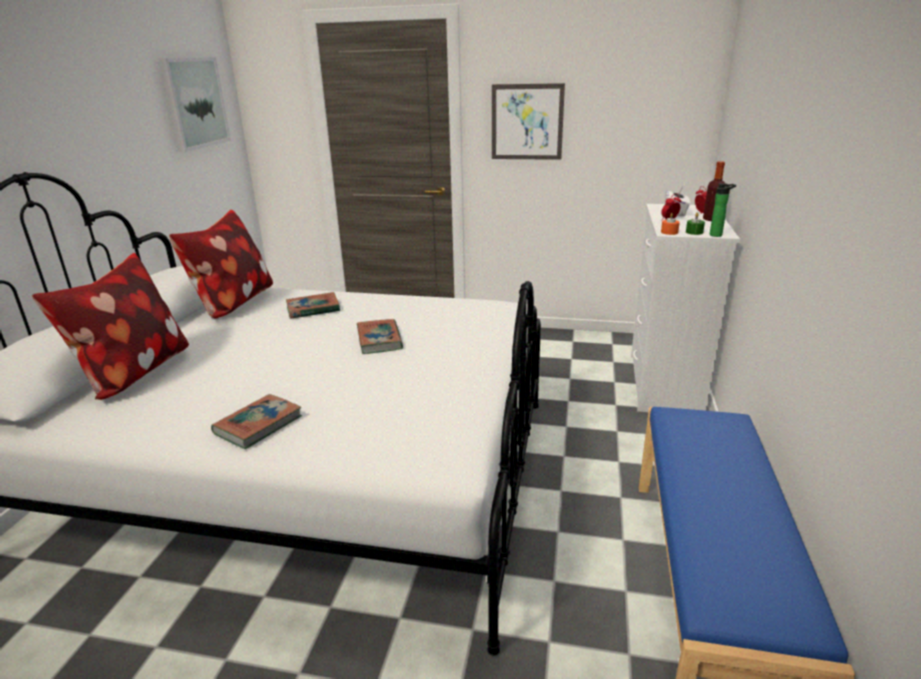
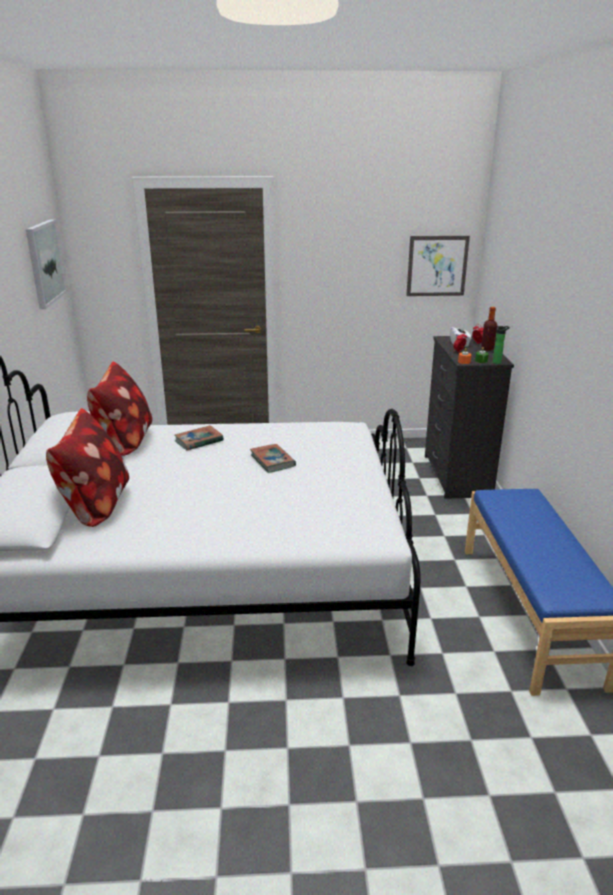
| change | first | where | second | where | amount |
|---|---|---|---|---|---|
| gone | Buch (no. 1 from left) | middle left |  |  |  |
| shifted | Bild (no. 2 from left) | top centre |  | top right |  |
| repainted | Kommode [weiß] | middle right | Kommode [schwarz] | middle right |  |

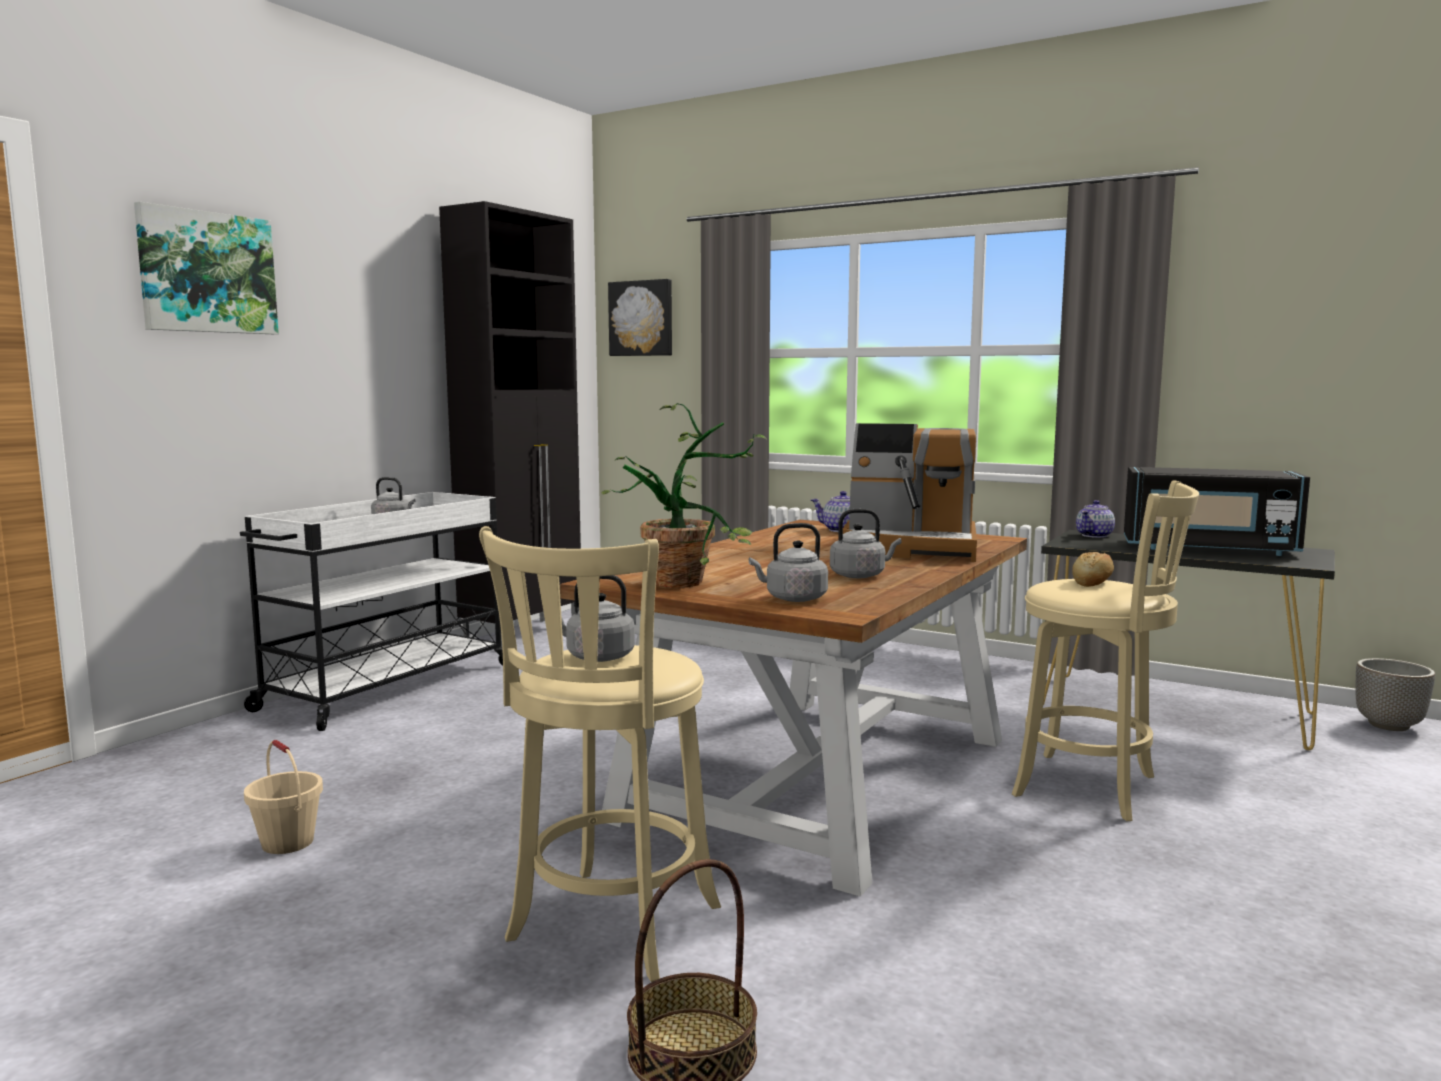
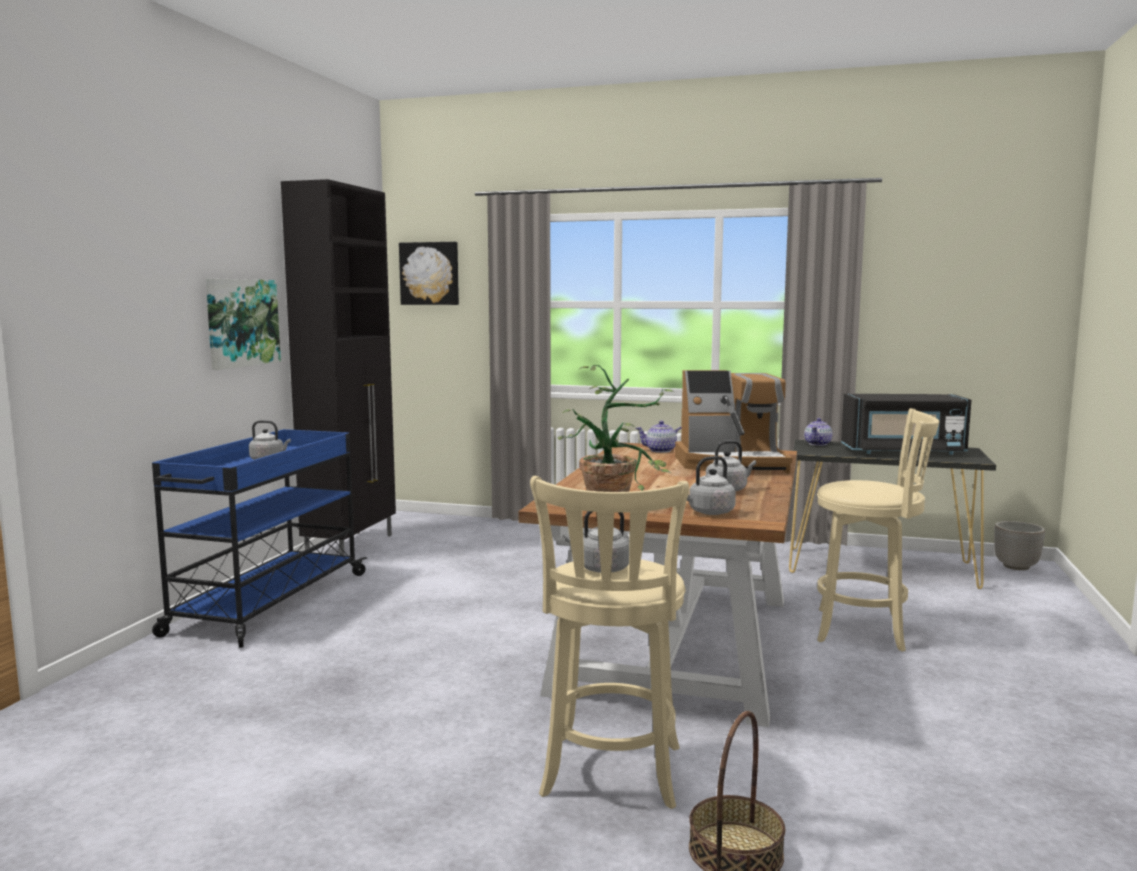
| change | first | where | second | where | amount |
|---|---|---|---|---|---|
| shifted | Bild (no. 1 from left) | top left |  | middle left |  |
| repainted | Rollwagen [weiß] | middle left | Rollwagen [blau] | middle left |  |
| gone | Eimer [beige] | bottom left |  |  |  |
| gone | Brot | middle right |  |  |  |

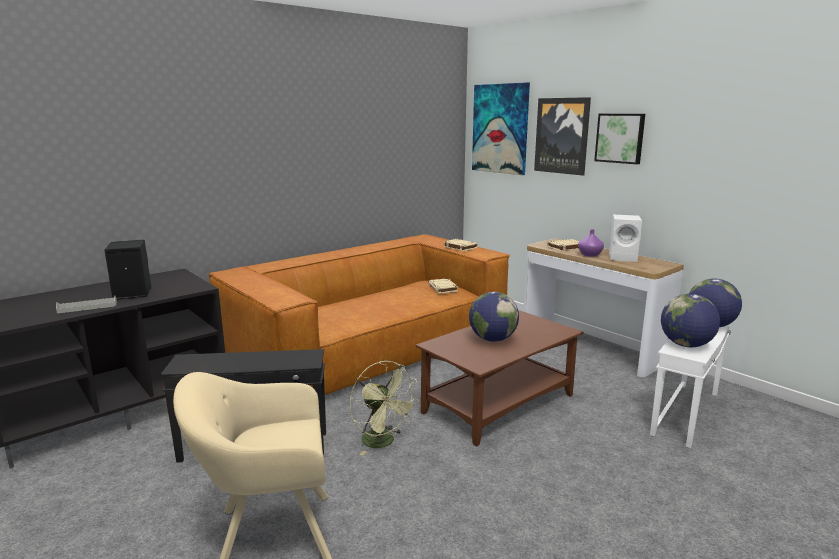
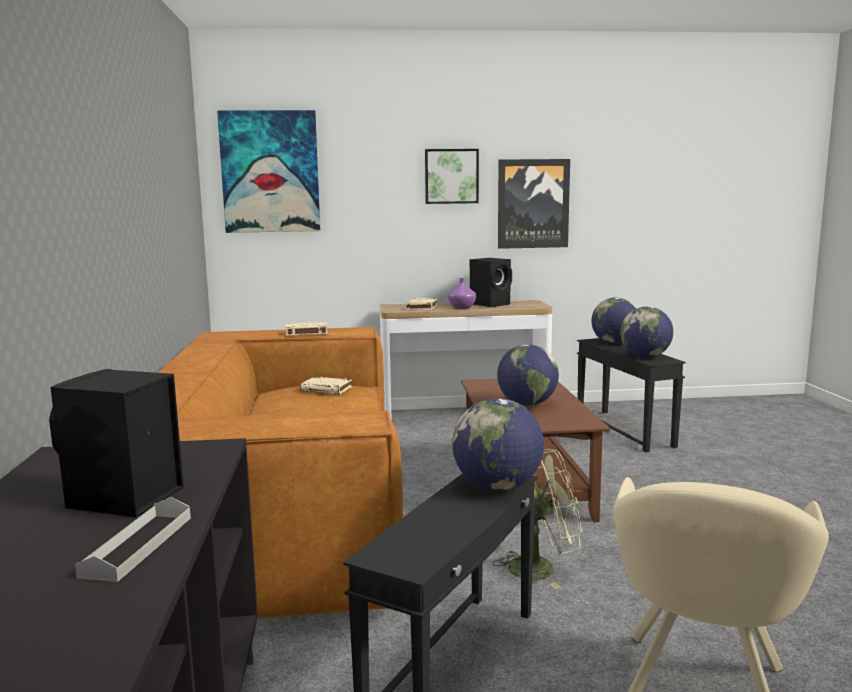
| change | first | where | second | where | amount |
|---|---|---|---|---|---|
| shifted | Bild (no. 2 from left in the first image) | top right | Bild (no. 3 from left) | top centre |  |
| repainted | Lautsprecher [weiß] | middle right | Lautsprecher [schwarz] (no. 2 from left) | centre |  |
| repainted | Beistelltisch [weiß] | bottom right | Beistelltisch [schwarz] (no. 2 from left) | middle right |  |
| new |  |  | Globus (no. 1 from left) | centre |  |

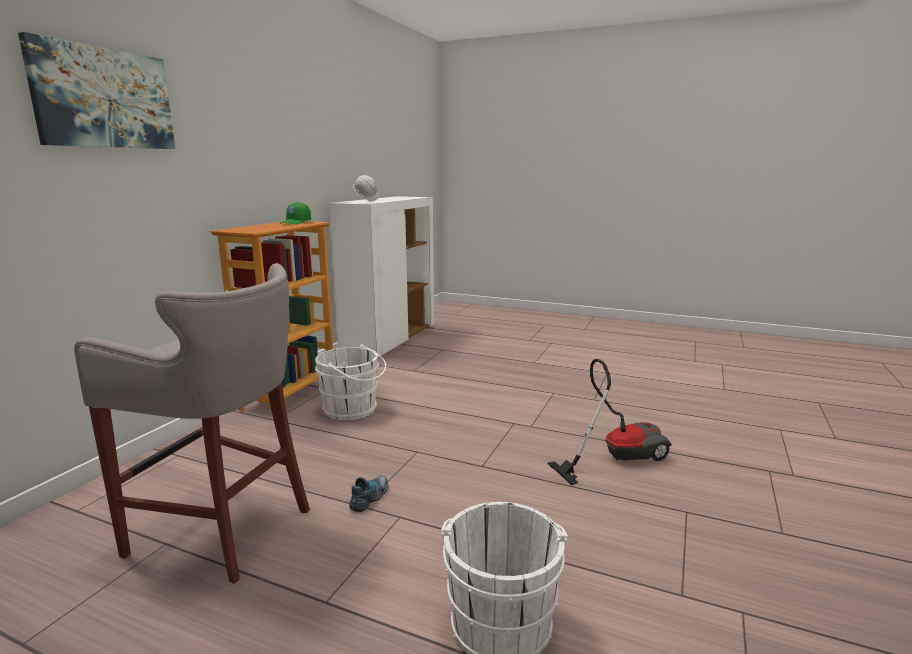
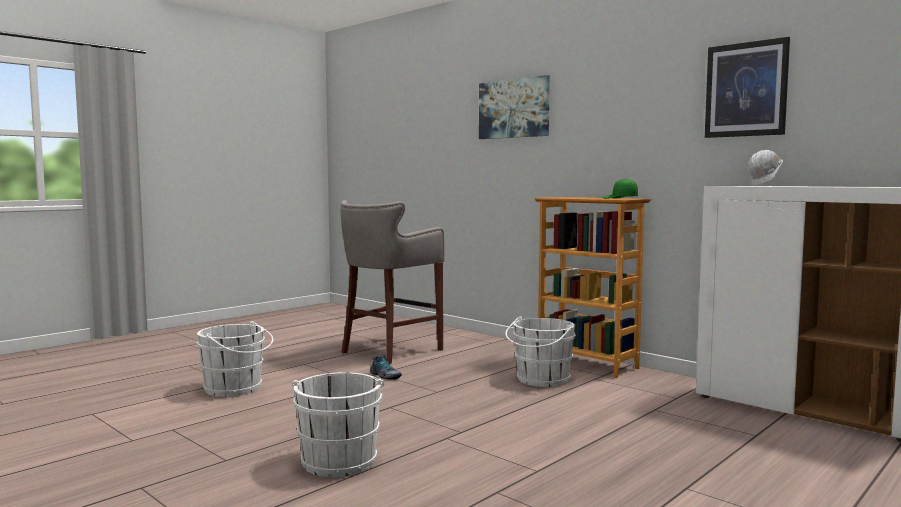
| change | first | where | second | where | amount |
|---|---|---|---|---|---|
| swapped | Staubsauger | middle right | Eimer [weiß] (no. 2 from left) | bottom centre |  |
| new |  |  | Bild (no. 2 from left) | top right |  |

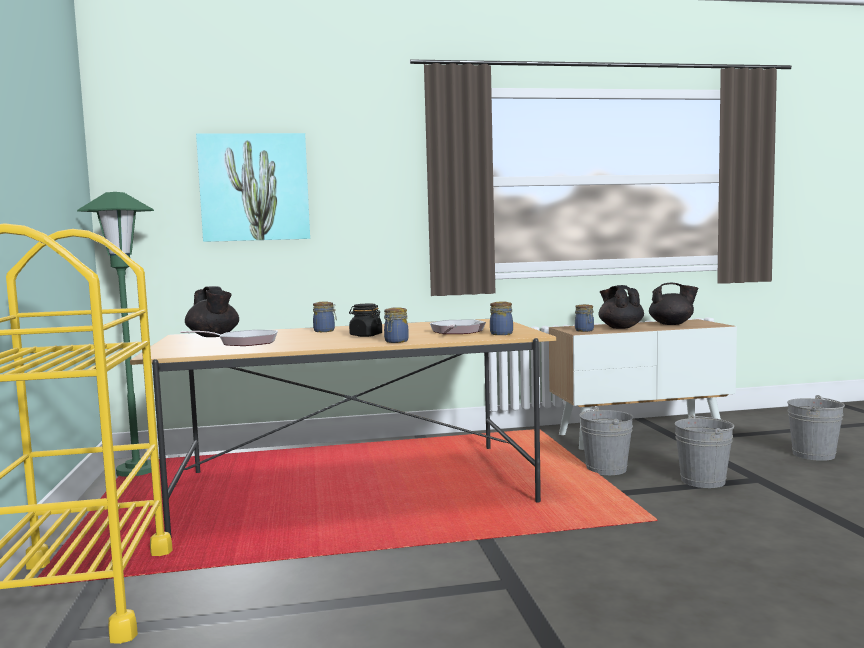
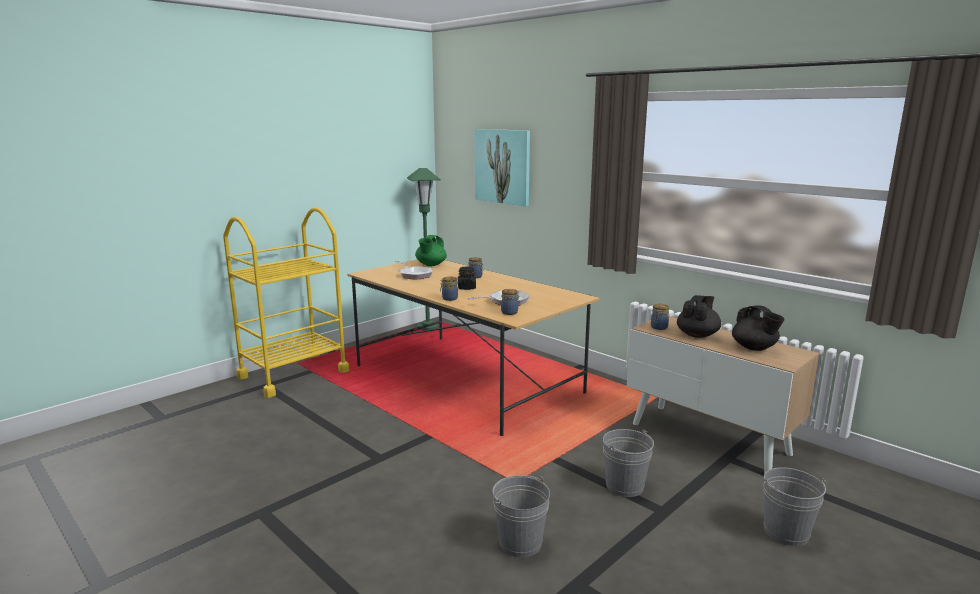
| change | first | where | second | where | amount |
|---|---|---|---|---|---|
| repainted | Teekanne [schwarz] (no. 1 from left) | middle left | Teekanne [grün] | centre |  |
| shifted | Eimer [grau] (no. 1 from left) | bottom right |  | bottom centre |  |

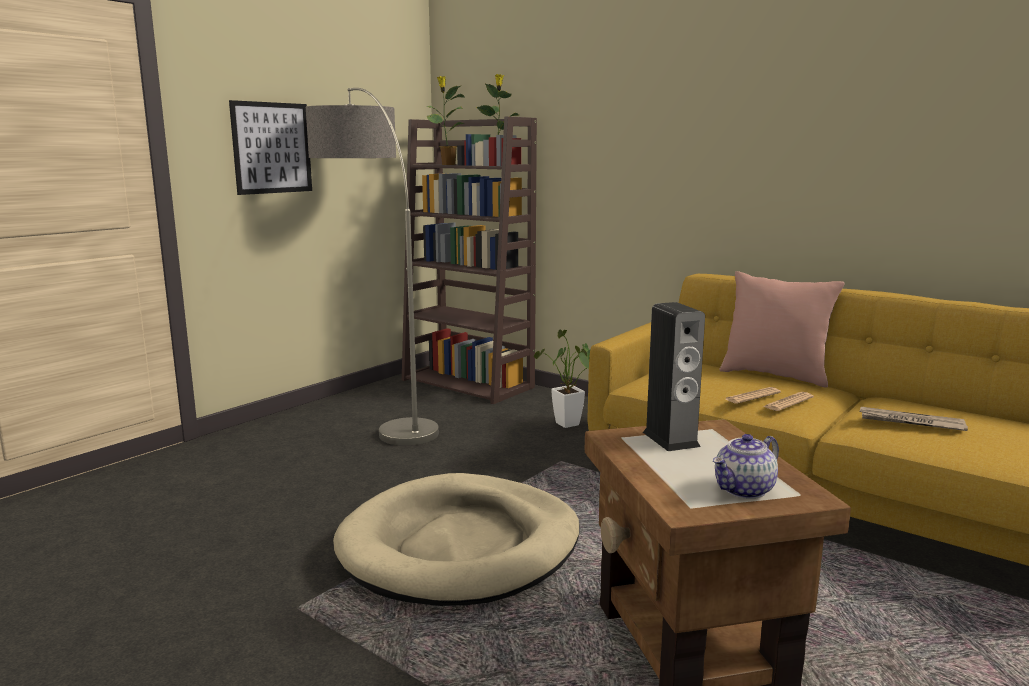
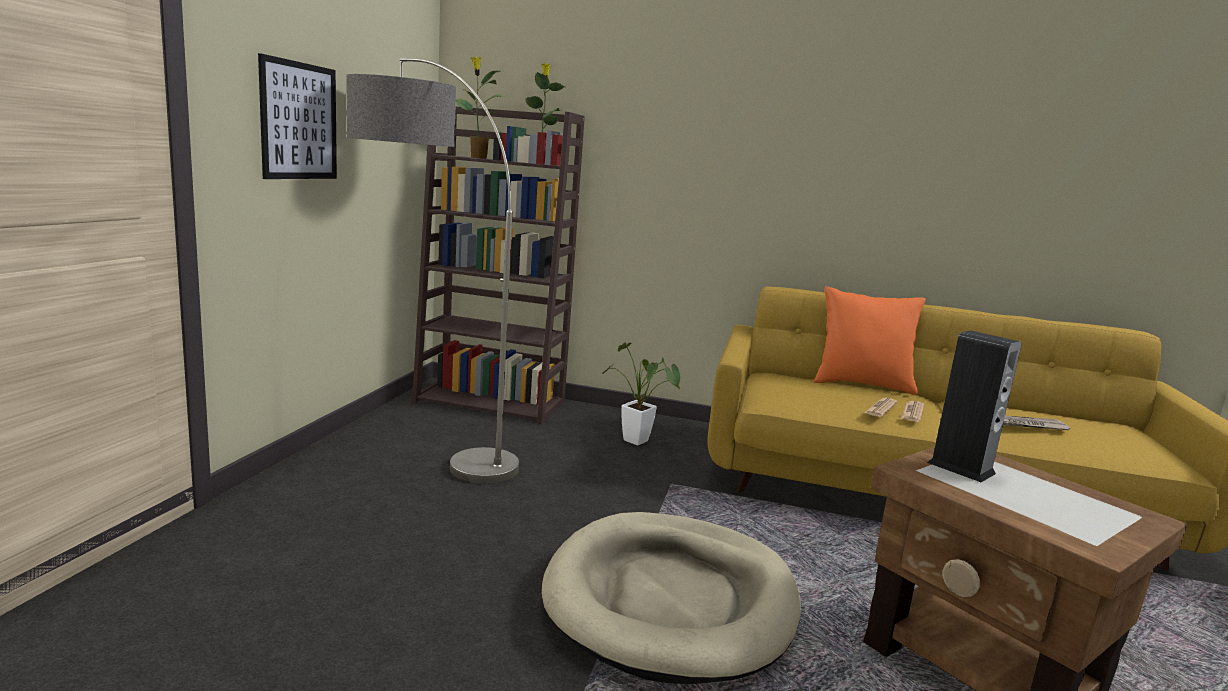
| change | first | where | second | where | amount |
|---|---|---|---|---|---|
| gone | Teekanne | bottom right |  |  |  |
| repainted | Kissen [rosa] | middle right | Kissen [orange] | middle right |  |

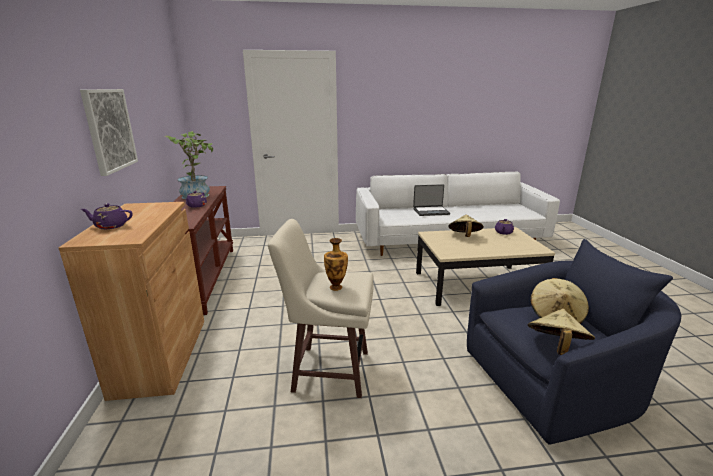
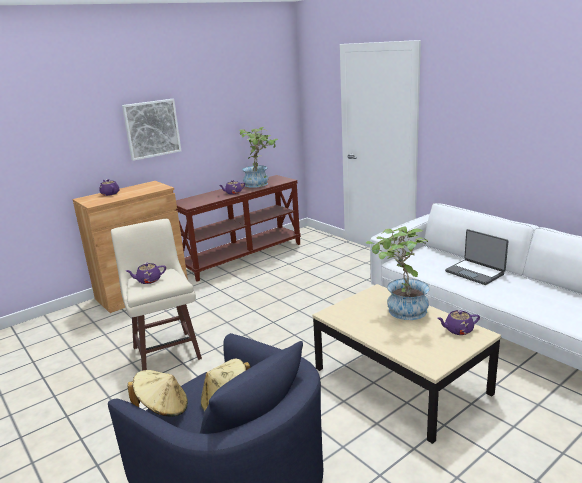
| change | first | where | second | where | amount |
|---|---|---|---|---|---|
| swapped | Vase | centre | Teekanne [lila] (no. 2 from left) | middle left |  |
| swapped | Hut [beige] (no. 1 from left) | centre | Topfpflanze (no. 2 from left) | middle right |  |

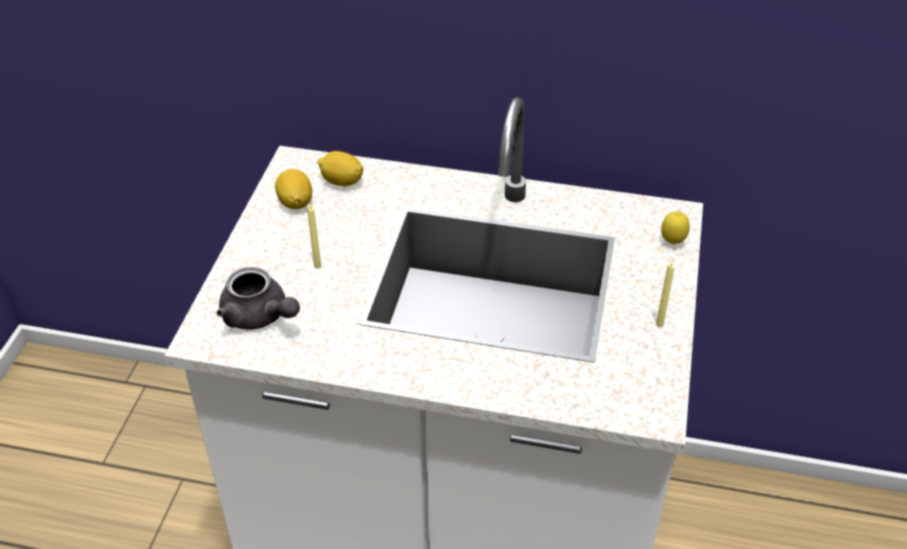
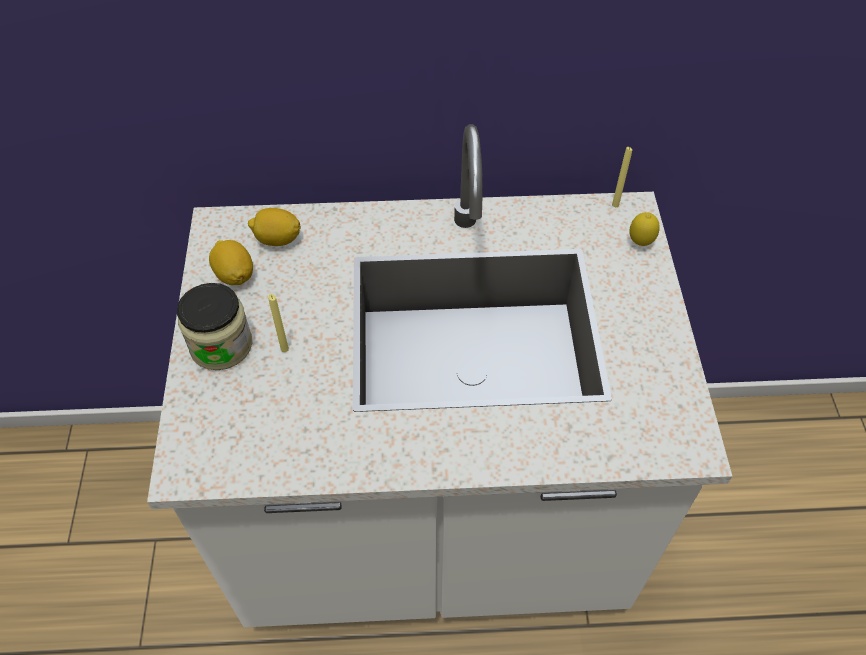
| change | first | where | second | where | amount |
|---|---|---|---|---|---|
| gone | Teekanne [grau] | middle left |  |  |  |
| shifted | Kerze [gelb] (no. 2 from left) | middle right |  | top right |  |
| new |  |  | Vorratsglas | middle left |  |

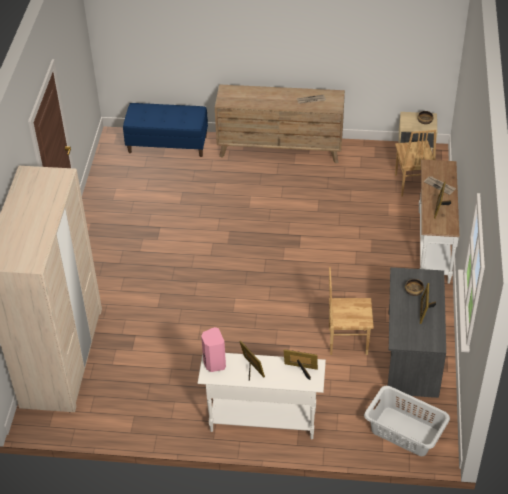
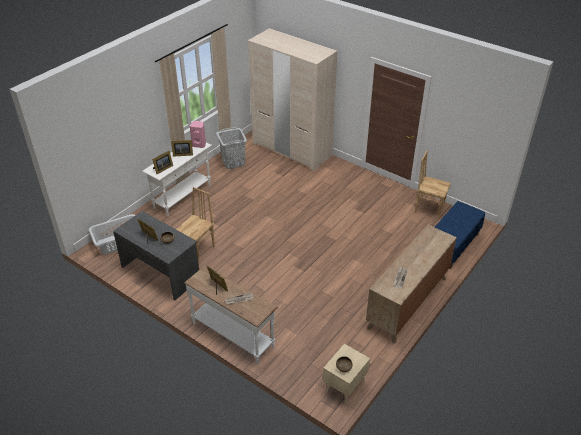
| change | first | where | second | where | amount |
|---|---|---|---|---|---|
| shifted | Stuhl [braun] (no. 2 from left) | top right |  | middle right |  |
| new |  |  | Wäschekorb [grau] (no. 2 from left) | centre |  |

